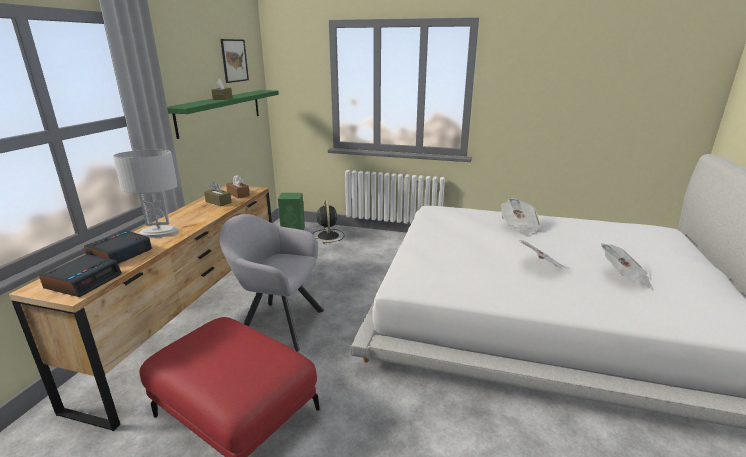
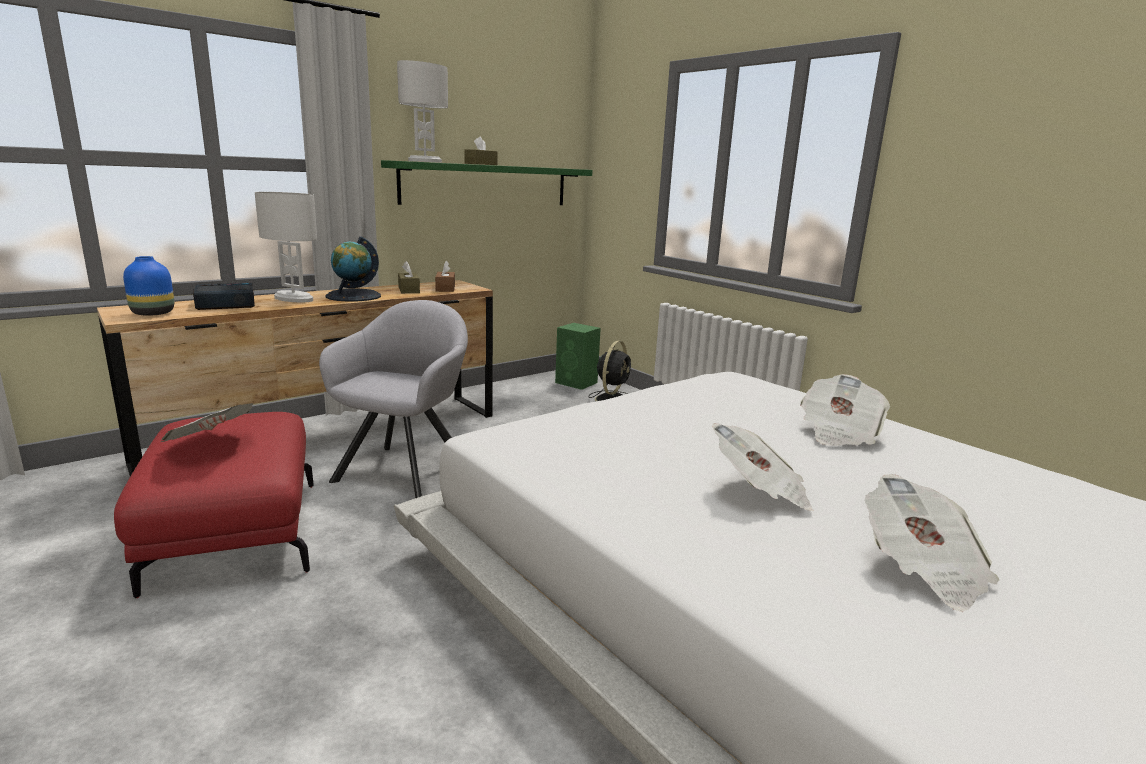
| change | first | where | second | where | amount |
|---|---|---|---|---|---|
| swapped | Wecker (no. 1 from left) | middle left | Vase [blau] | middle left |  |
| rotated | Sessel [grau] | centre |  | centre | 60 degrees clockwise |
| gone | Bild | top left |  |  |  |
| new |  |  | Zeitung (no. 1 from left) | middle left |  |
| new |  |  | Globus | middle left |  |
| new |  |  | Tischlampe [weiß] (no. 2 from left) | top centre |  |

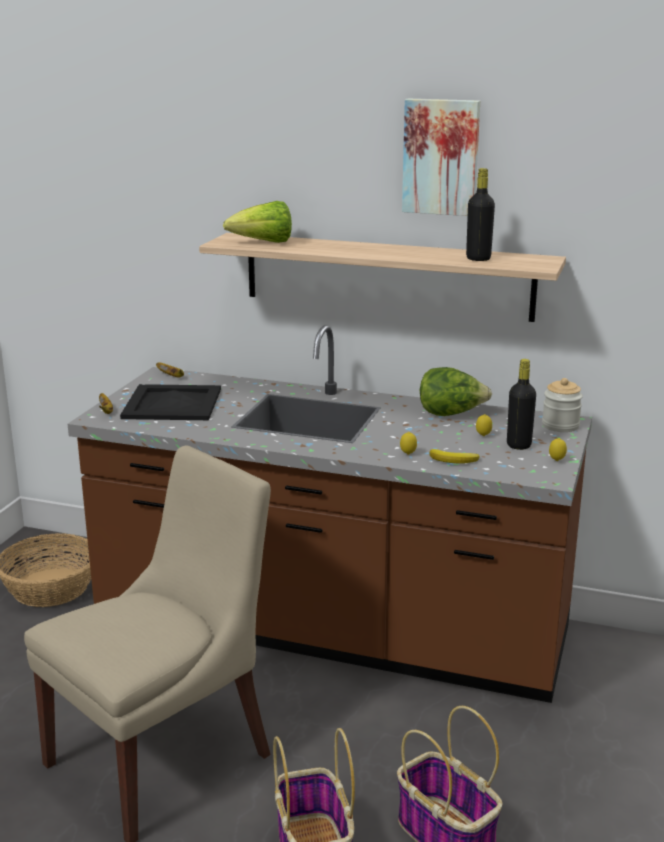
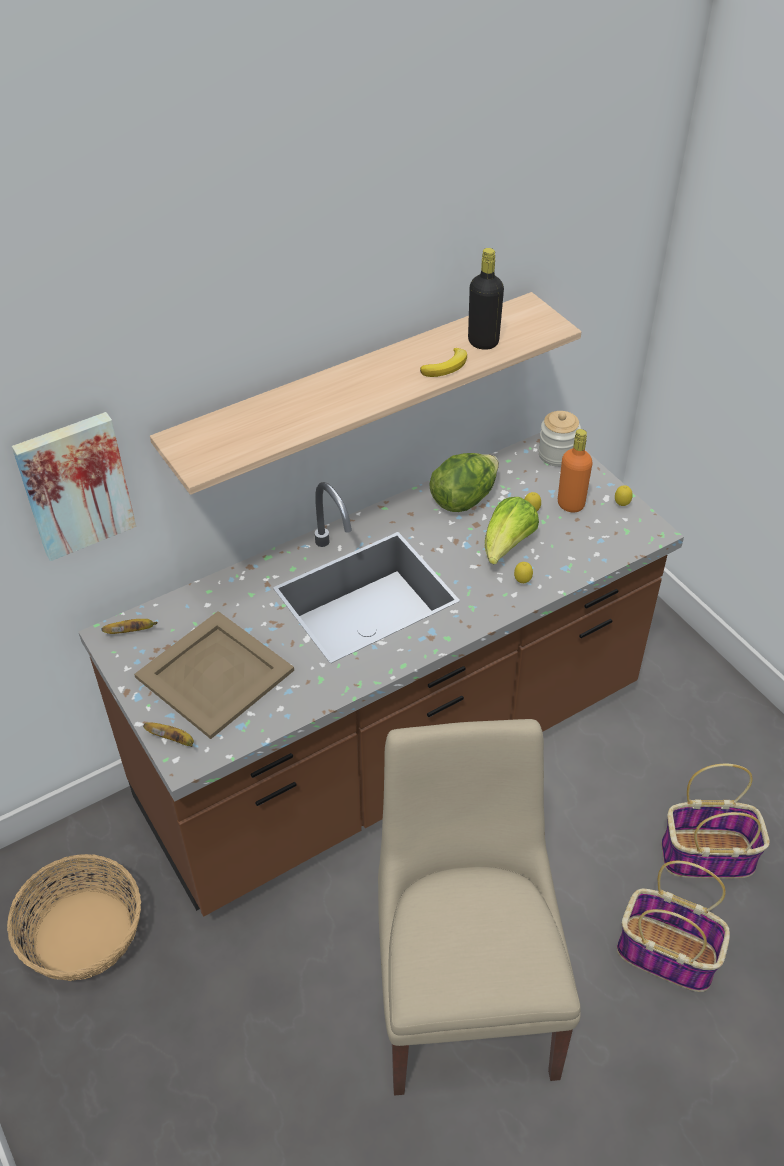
| change | first | where | second | where | amount |
|---|---|---|---|---|---|
| repainted | Tablett [schwarz] | middle left | Tablett [beige] | middle left |  |
| shifted | Salatkopf (no. 1 from left in the first image) | top centre | Salatkopf (no. 2 from left) | centre |  |
| shifted | Bild | top centre |  | middle left |  |
| shifted | Banane (no. 3 from left) | middle right |  | top centre |  |
| repainted | Flasche [schwarz] (no. 2 from left) | middle right | Flasche [orange] | middle right |  |

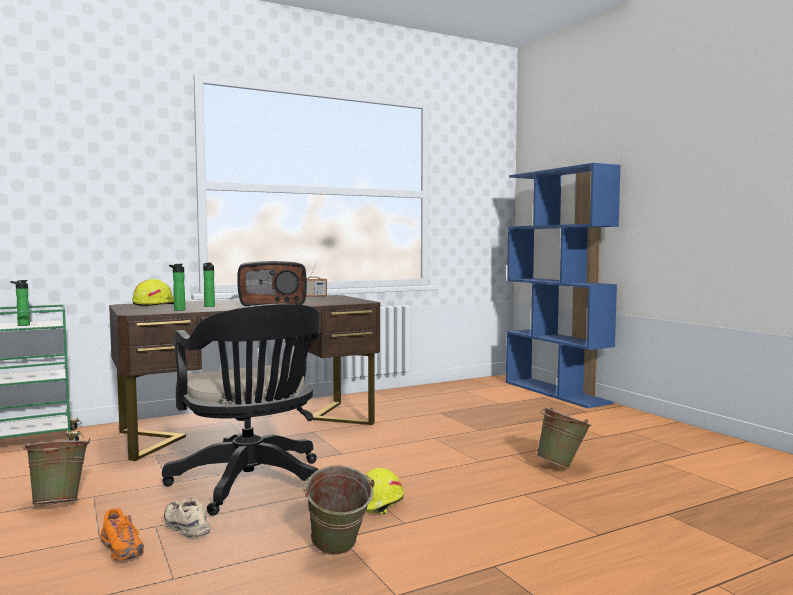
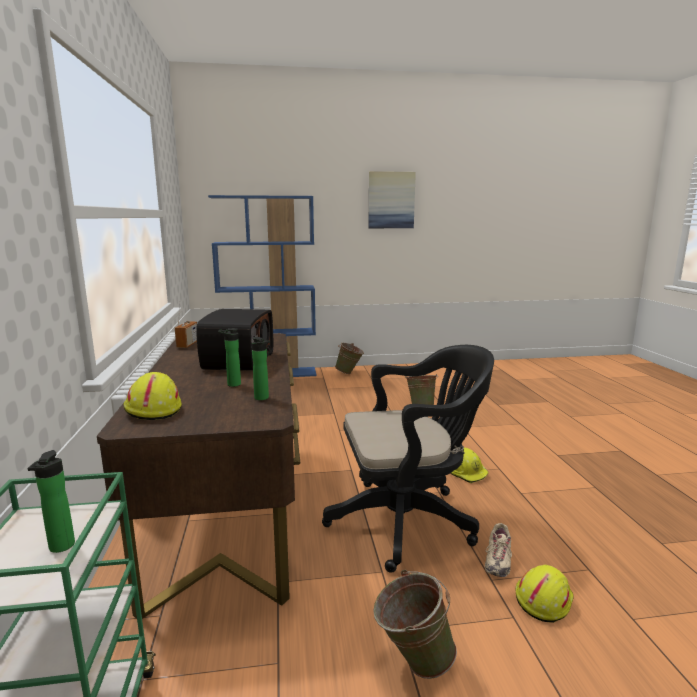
| change | first | where | second | where | amount |
|---|---|---|---|---|---|
| swapped | Schuh [orange] | bottom left | Schutzhelm [gelb] (no. 3 from left) | bottom right |  |
| rotated | Schuh [beige] | bottom left |  | bottom right | 45 degrees counterclockwise |
| shifted | Eimer [grün] (no. 2 from left in the first image) | bottom centre | Eimer [grün] (no. 1 from left) | centre |  |
| new |  |  | Bild | top centre |  |

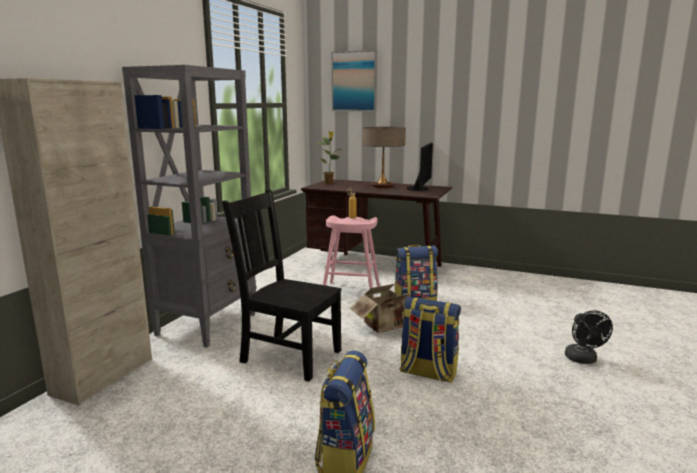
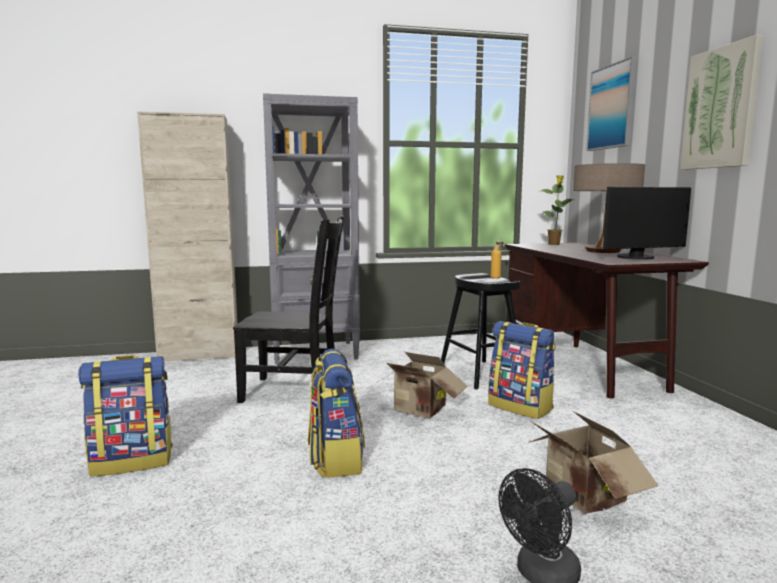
| change | first | where | second | where | amount |
|---|---|---|---|---|---|
| rotated | Stuhl [schwarz] | centre |  | centre | 105 degrees clockwise |
| repainted | Hocker [rosa] | centre | Hocker [schwarz] | centre |  |
| new |  |  | Karton (no. 2 from left) | bottom right |  |
| new |  |  | Bild (no. 2 from left) | top right |  |

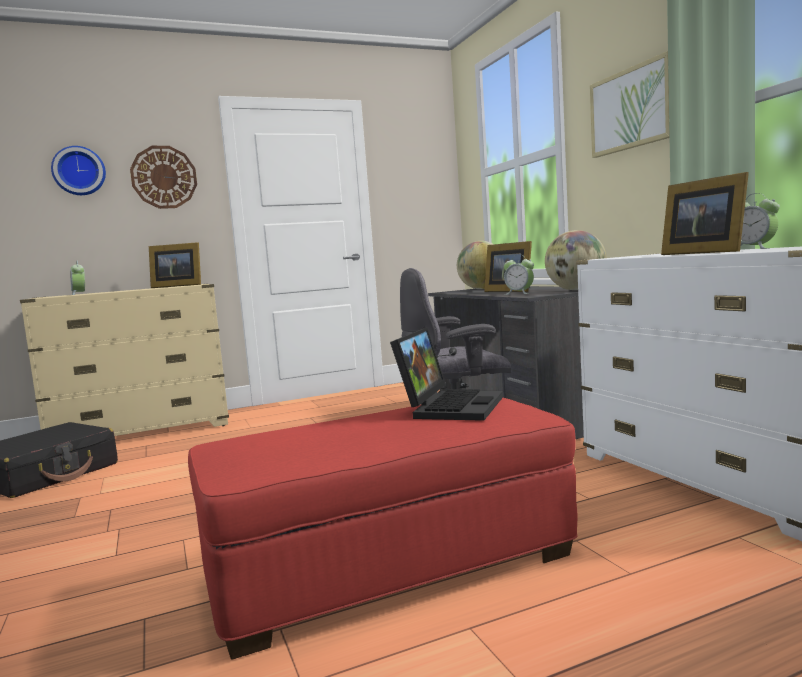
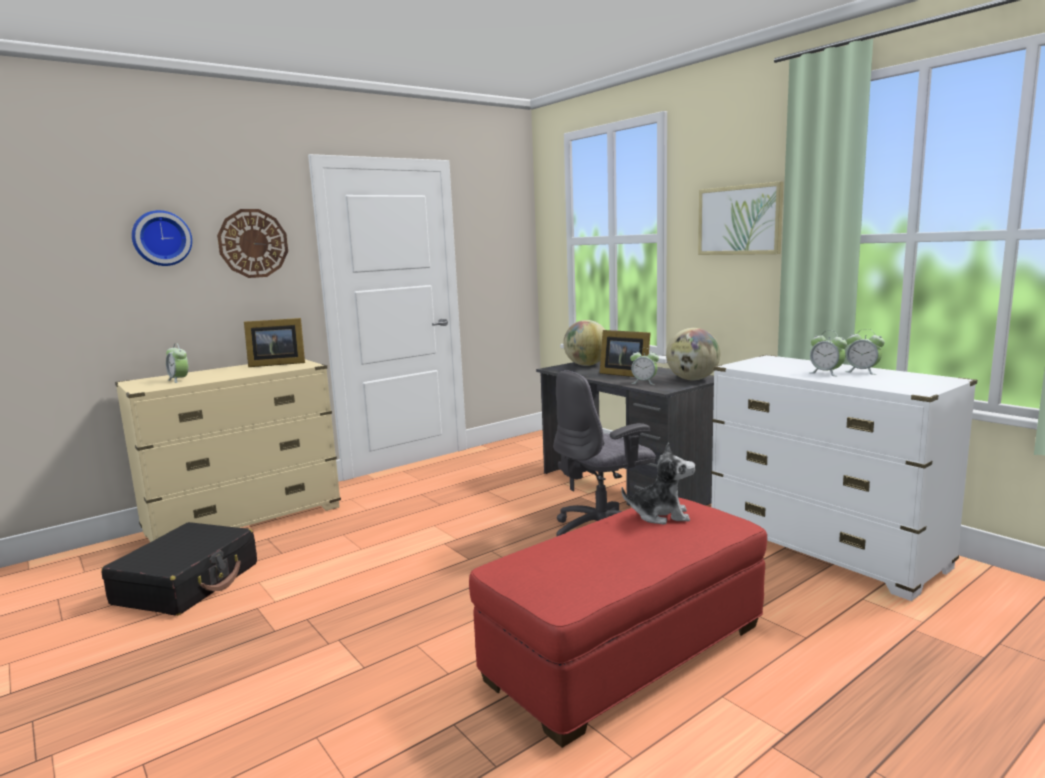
| change | first | where | second | where | amount |
|---|---|---|---|---|---|
| swapped | Laptop | centre | Plüschtier | centre |  |
| swapped | Bilderrahmen (no. 3 from left) | top right | Wecker (no. 3 from left) | middle right |  |

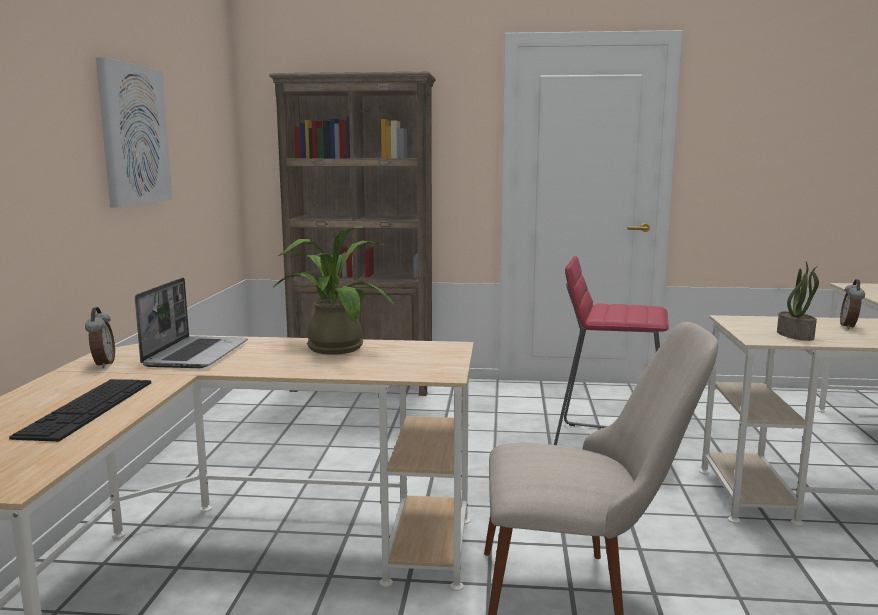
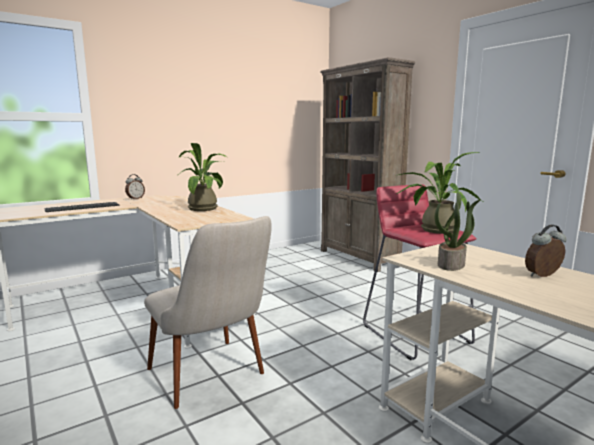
| change | first | where | second | where | amount |
|---|---|---|---|---|---|
| gone | Bild | top left |  |  |  |
| gone | Laptop | middle left |  |  |  |
| new |  |  | Topfpflanze (no. 2 from left) | middle right |  |

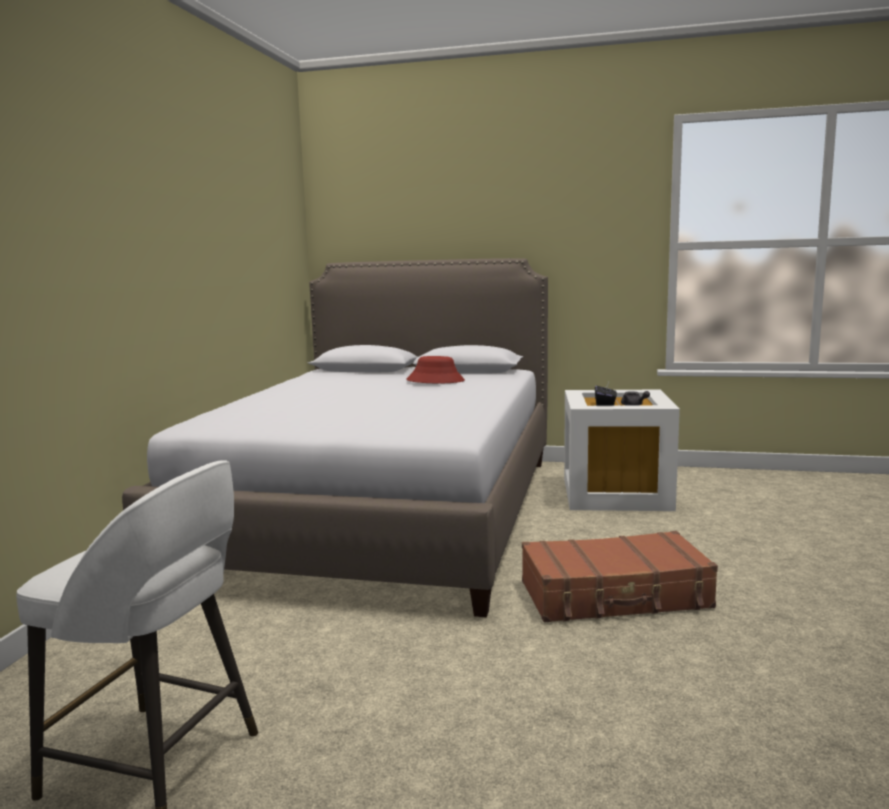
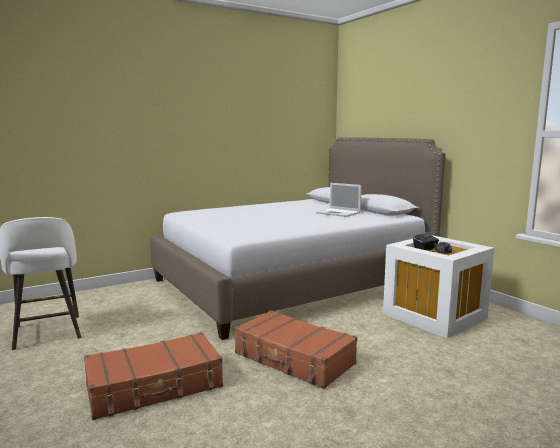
| change | first | where | second | where | amount |
|---|---|---|---|---|---|
| swapped | Hut [rot] | centre | Laptop | centre |  |
| new |  |  | Koffer [braun] (no. 1 from left) | bottom left |  |

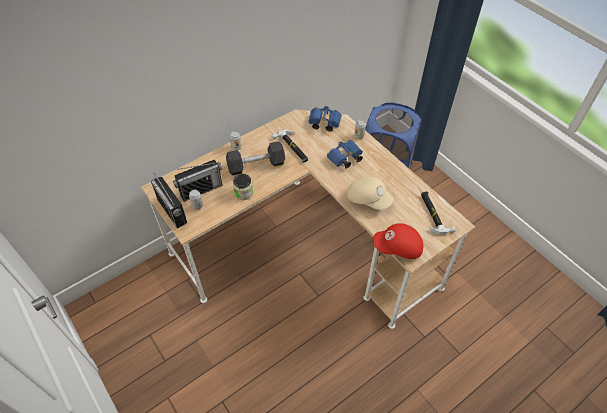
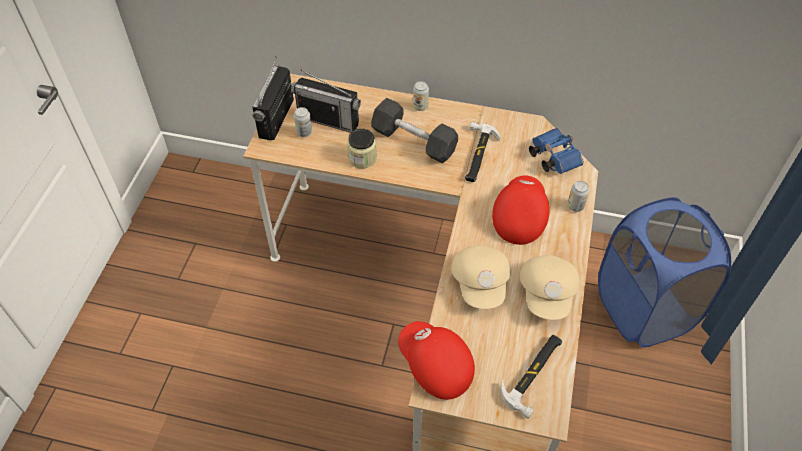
| change | first | where | second | where | amount |
|---|---|---|---|---|---|
| swapped | Fernglas [blau] (no. 2 from left) | centre | Kappe [rot] (no. 2 from left) | centre |  |
| new |  |  | Kappe [beige] (no. 2 from left) | middle right |  |

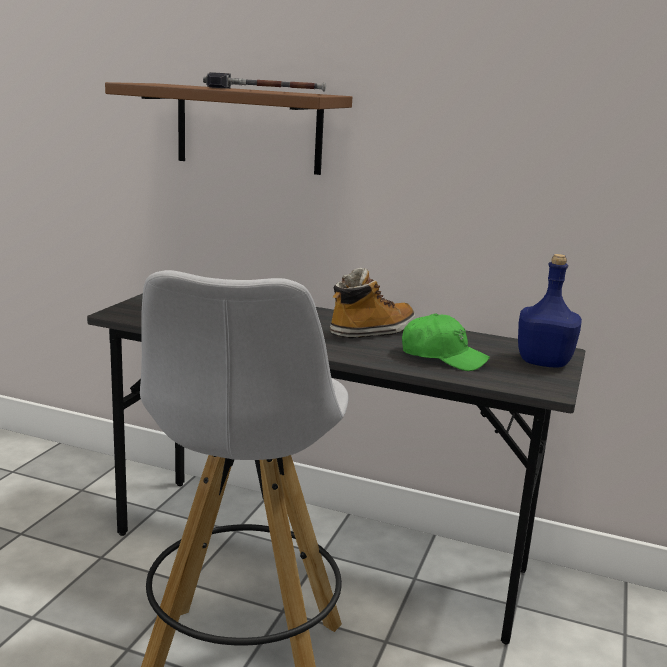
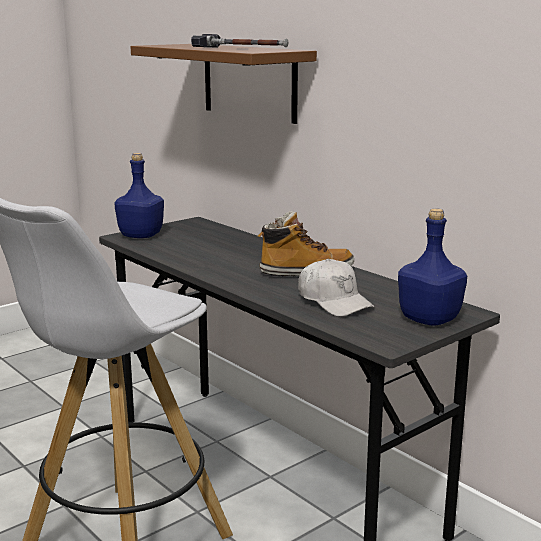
| change | first | where | second | where | amount |
|---|---|---|---|---|---|
| repainted | Kappe [grün] | middle right | Kappe [weiß] | centre |  |
| new |  |  | Flasche [blau] (no. 1 from left) | middle left |  |

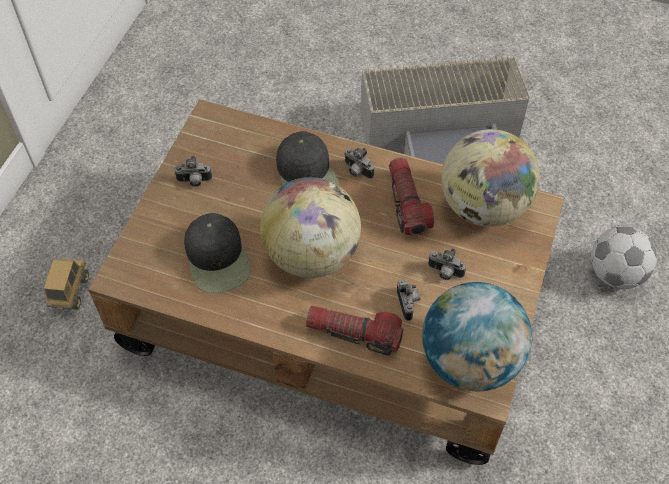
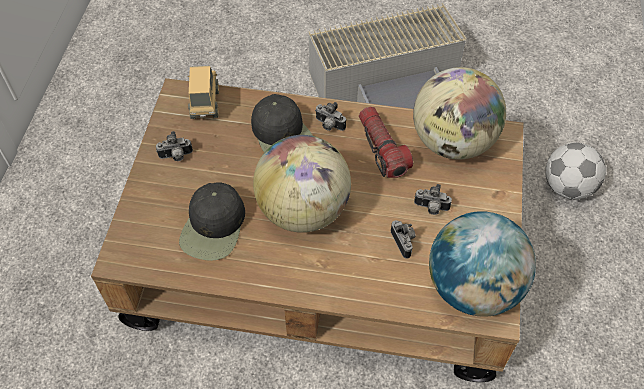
| change | first | where | second | where | amount |
|---|---|---|---|---|---|
| shifted | Spielzeuglaster | middle left |  | top left |  |
| rotated | Kappe [schwarz] (no. 1 from left) | middle left |  | middle left | 45 degrees clockwise |
| gone | Taschenlampe (no. 1 from left) | bottom centre |  |  |  |

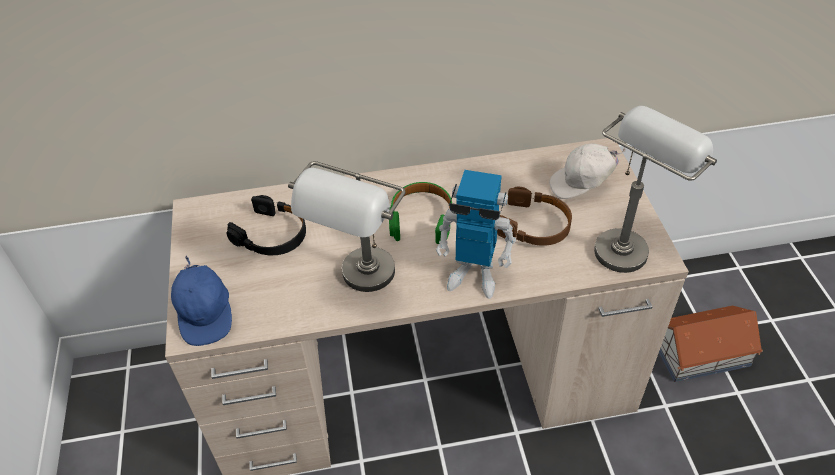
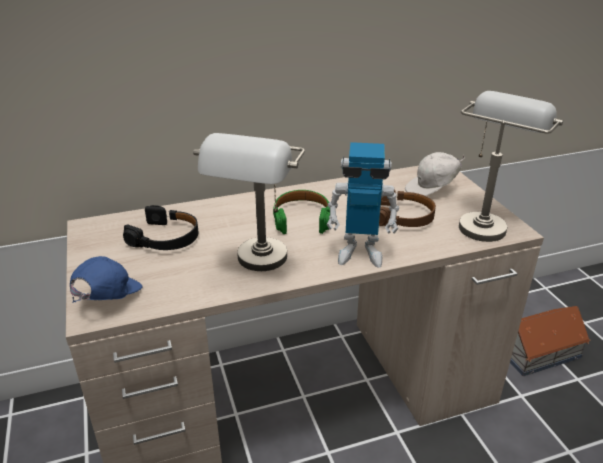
| change | first | where | second | where | amount |
|---|---|---|---|---|---|
| rotated | Kappe [blau] | middle left |  | middle left | 135 degrees counterclockwise |

